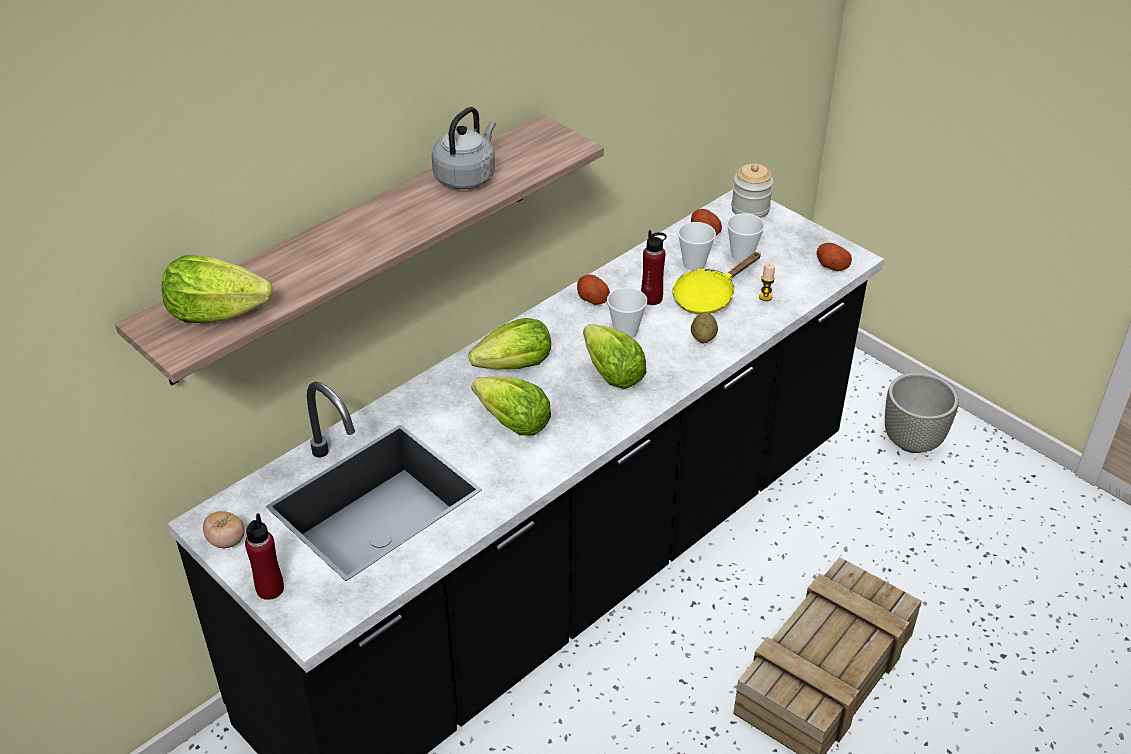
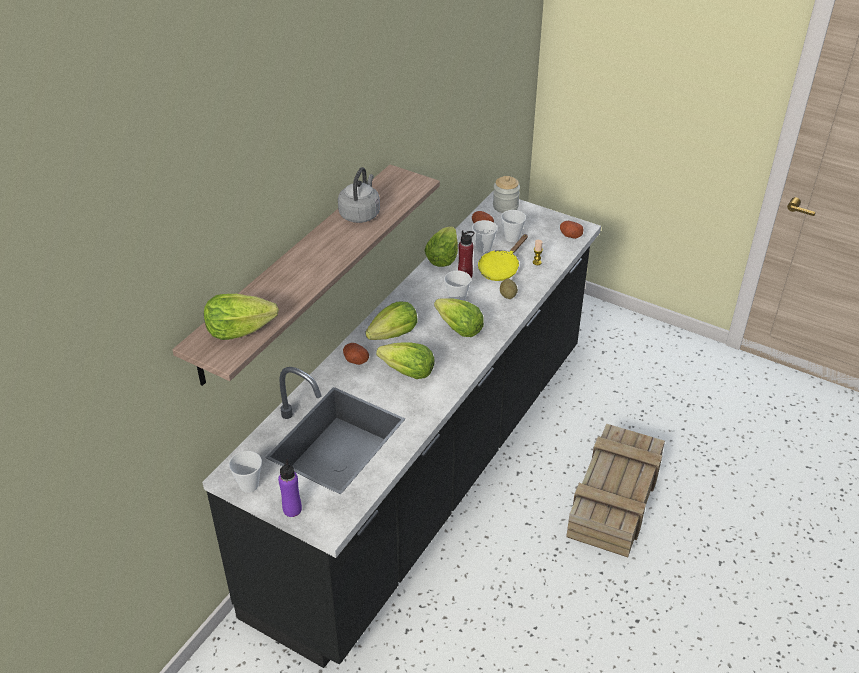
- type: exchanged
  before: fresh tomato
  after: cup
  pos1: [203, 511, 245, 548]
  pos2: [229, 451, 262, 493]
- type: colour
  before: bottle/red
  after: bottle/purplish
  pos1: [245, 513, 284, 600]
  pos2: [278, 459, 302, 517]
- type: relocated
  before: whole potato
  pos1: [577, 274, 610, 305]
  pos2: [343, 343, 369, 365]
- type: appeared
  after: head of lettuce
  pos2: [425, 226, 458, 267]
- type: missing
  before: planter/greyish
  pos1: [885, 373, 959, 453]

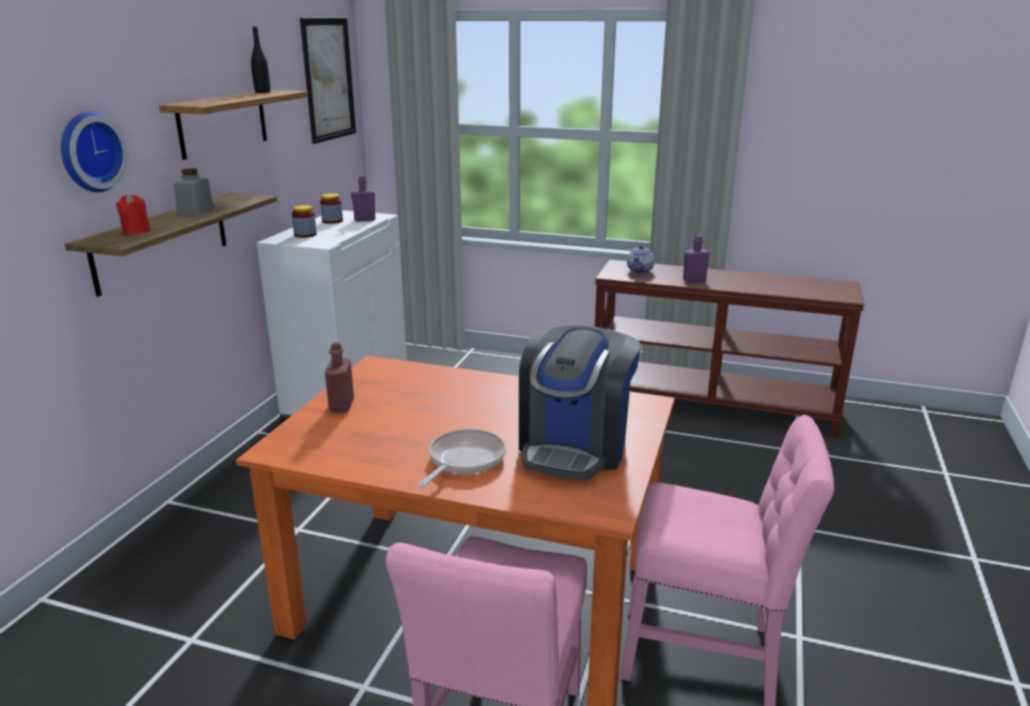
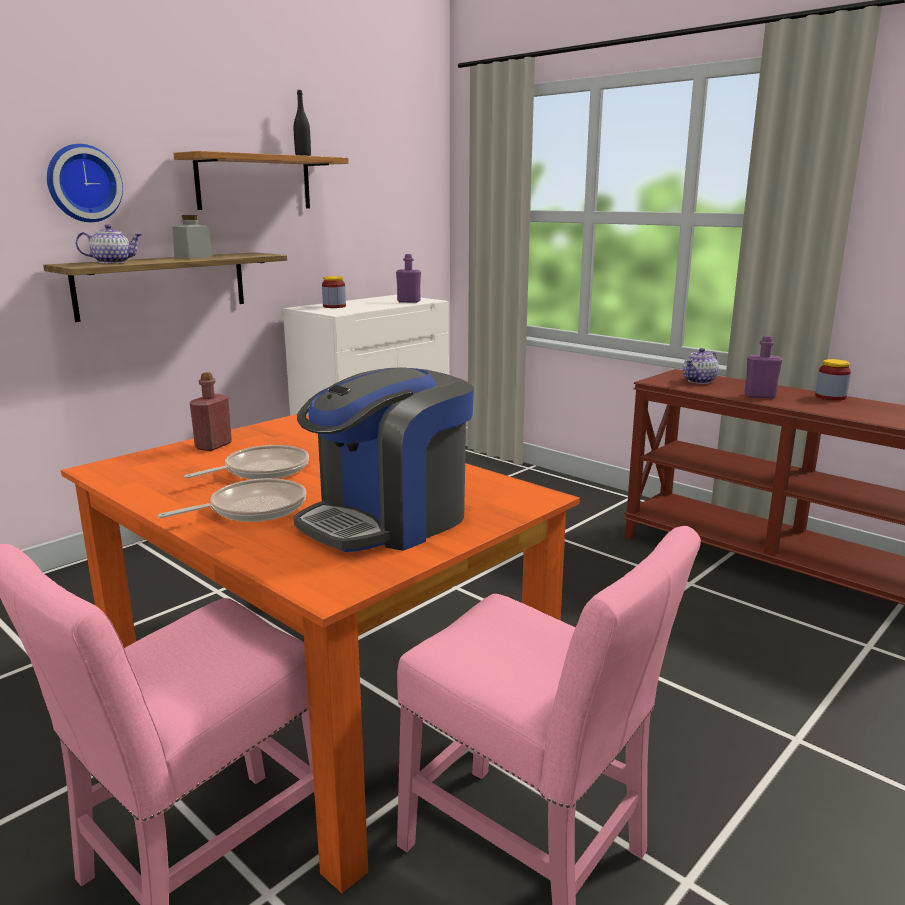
- type: exchanged
  before: wax light/red
  after: teapot
  pos1: [116, 194, 150, 235]
  pos2: [76, 224, 142, 264]
- type: appeared
  after: skillet
  pos2: [184, 445, 309, 479]
- type: relocated
  before: jar
  pos1: [320, 193, 343, 224]
  pos2: [816, 359, 851, 401]
- type: missing
  before: picture
  pos1: [300, 18, 356, 144]

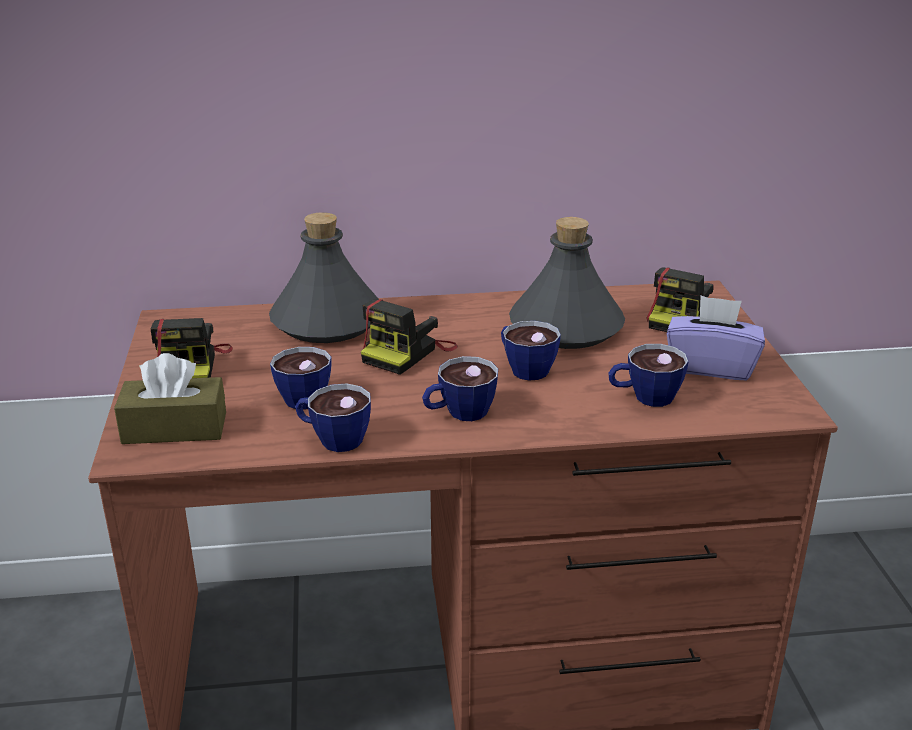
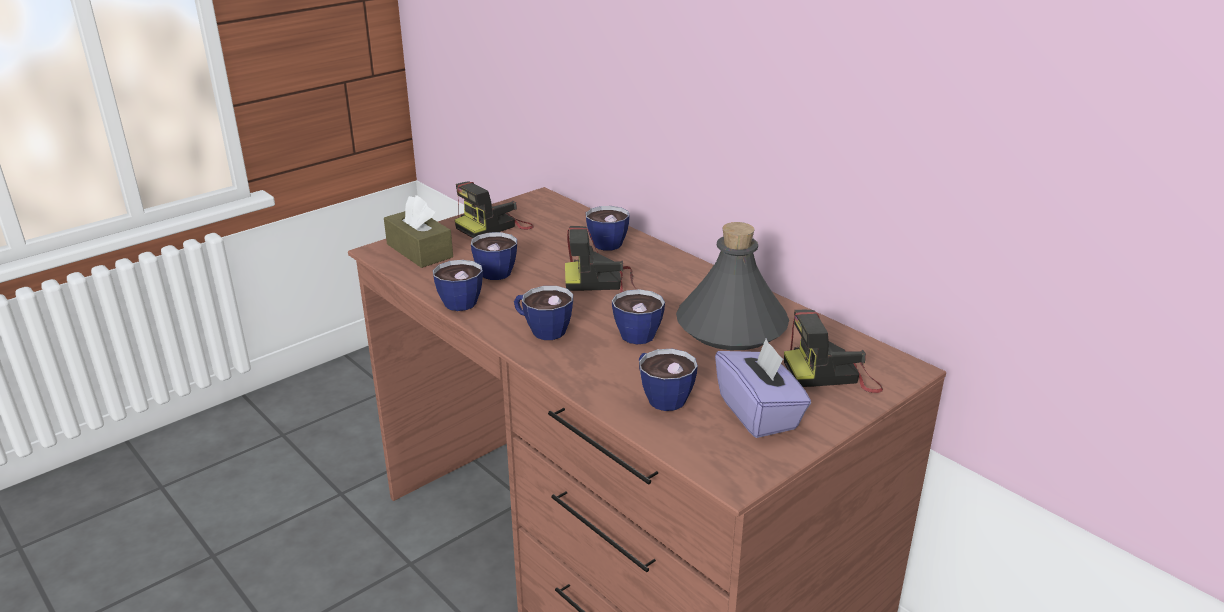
- type: exchanged
  before: bottle/greyish
  after: cup
  pos1: [269, 212, 378, 343]
  pos2: [586, 206, 630, 251]

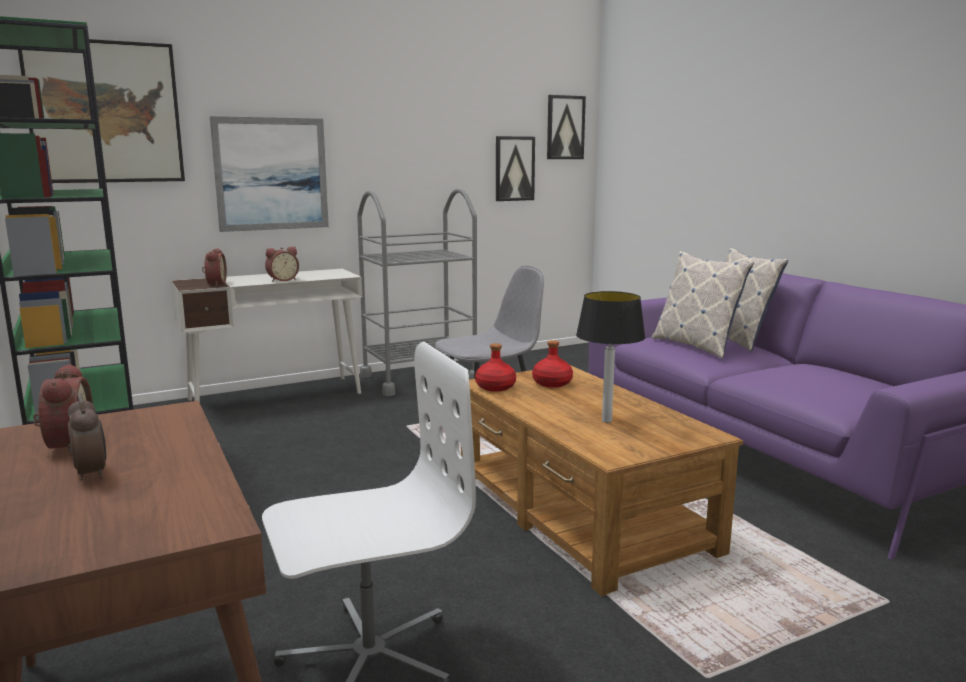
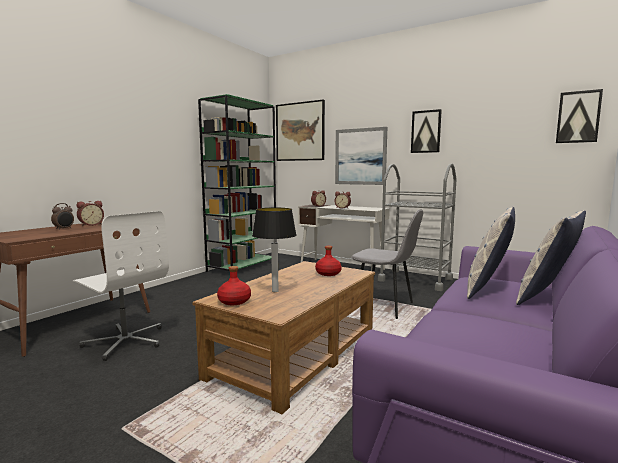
- type: relocated
  before: bottle/red
  pos1: [475, 343, 516, 392]
  pos2: [217, 266, 251, 305]
- type: relocated
  before: picture
  pos1: [496, 136, 535, 201]
  pos2: [411, 109, 442, 153]

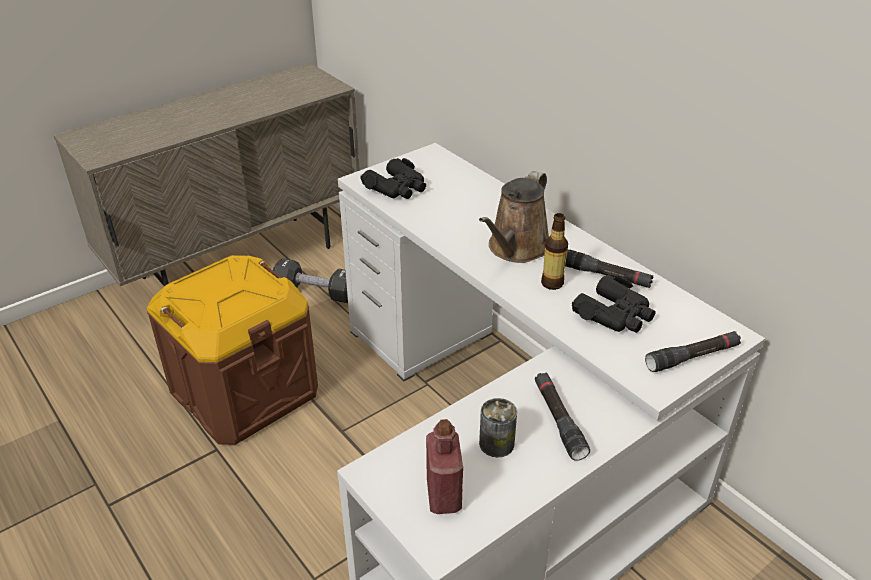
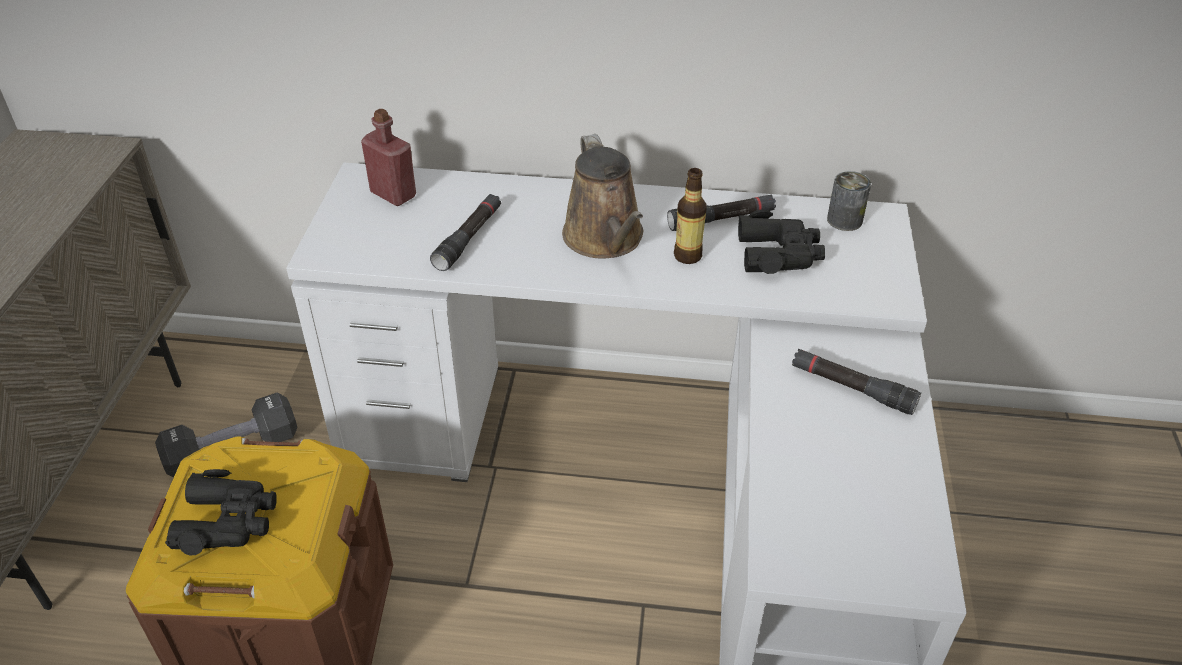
- type: relocated
  before: field glasses/black-coloured
  pos1: [360, 158, 426, 199]
  pos2: [165, 469, 277, 555]
- type: relocated
  before: bottle/red
  pos1: [426, 419, 463, 514]
  pos2: [361, 109, 416, 206]
- type: relocated
  before: hand torch/black-coloured
  pos1: [645, 331, 741, 372]
  pos2: [430, 194, 501, 271]
- type: relocated
  before: metal can
  pos1: [479, 398, 517, 457]
  pos2: [827, 171, 871, 231]

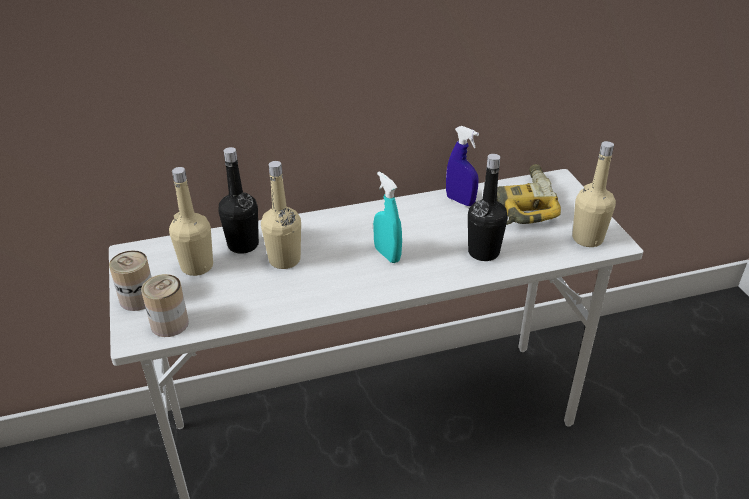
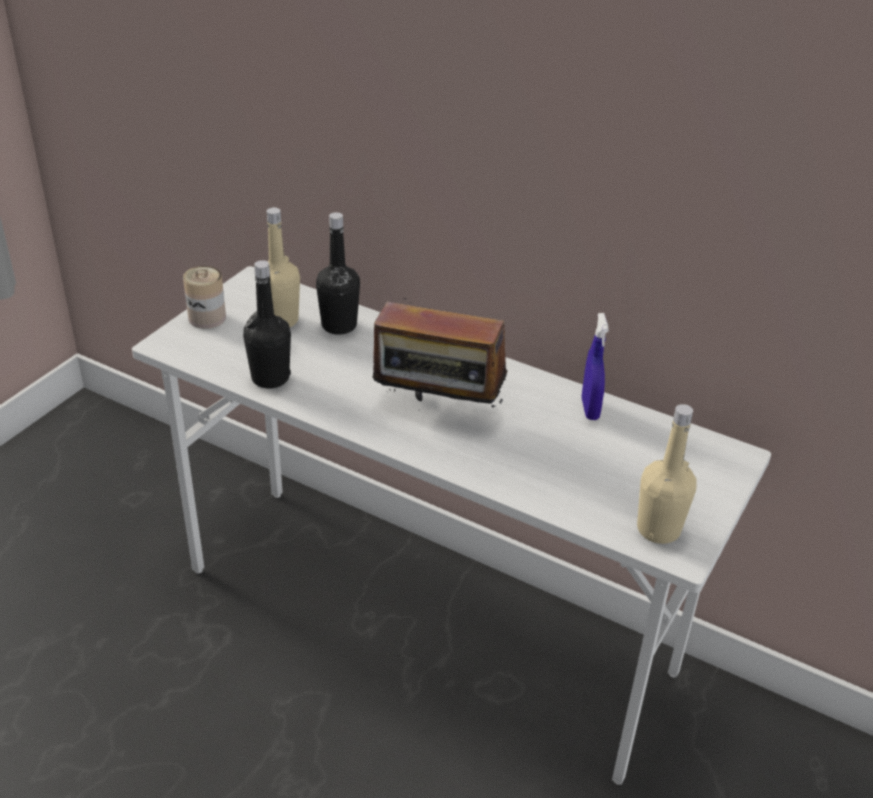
- type: relocated
  before: bottle/black-coloured
  pos1: [468, 154, 508, 261]
  pos2: [243, 260, 291, 388]
- type: exchanged
  before: hand sprayer/turquoise
  after: radio
  pos1: [373, 171, 402, 263]
  pos2: [362, 298, 508, 411]
- type: missing
  before: metal can
  pos1: [141, 274, 189, 337]
- type: missing
  before: bottle/beige
  pos1: [261, 161, 301, 269]
- type: missing
  before: electric drill
  pos1: [497, 164, 561, 225]

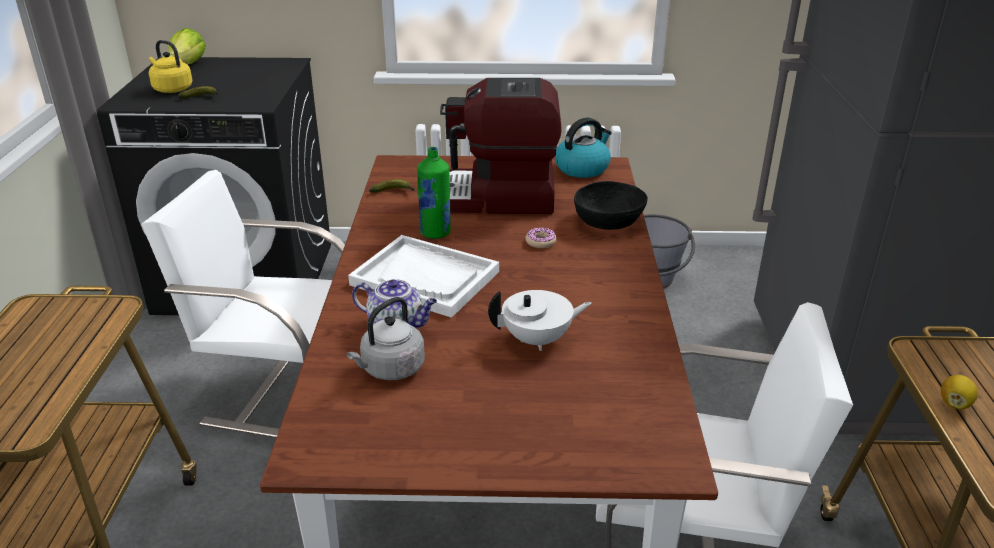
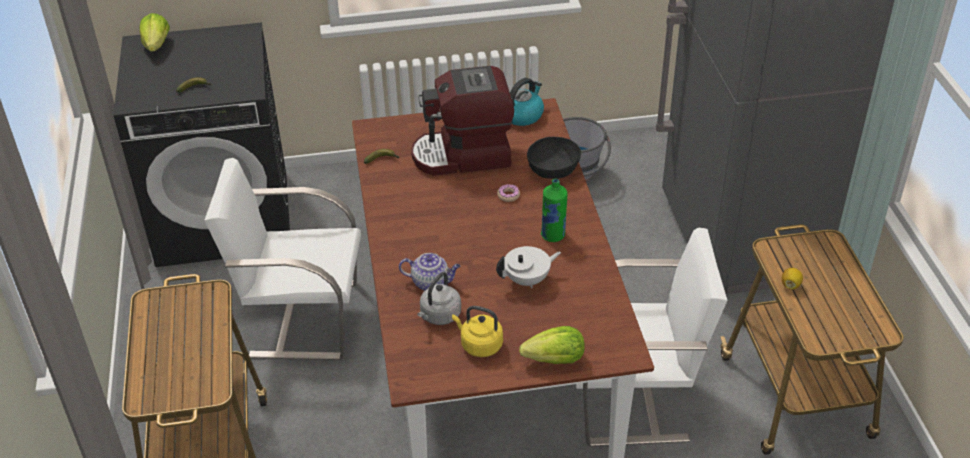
- type: relocated
  before: tea kettle/yellowish
  pos1: [149, 40, 193, 93]
  pos2: [452, 306, 503, 357]
- type: appeared
  after: head of lettuce
  pos2: [519, 326, 585, 364]
- type: relocated
  before: bottle/green
  pos1: [417, 147, 451, 239]
  pos2: [541, 178, 567, 242]
- type: missing
  before: carrying tray/whitish
  pos1: [348, 235, 499, 318]

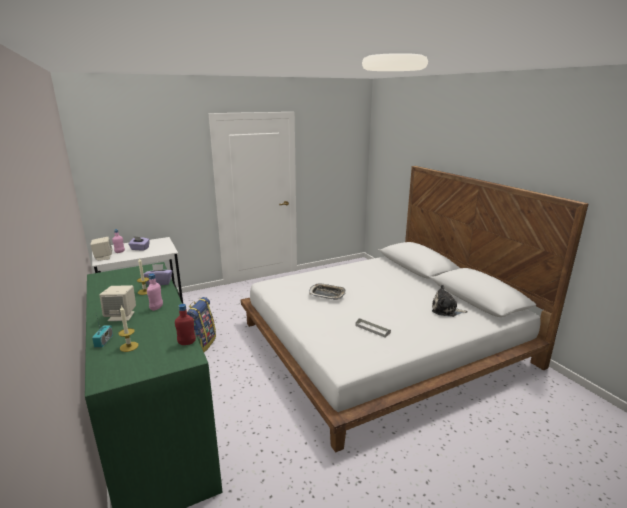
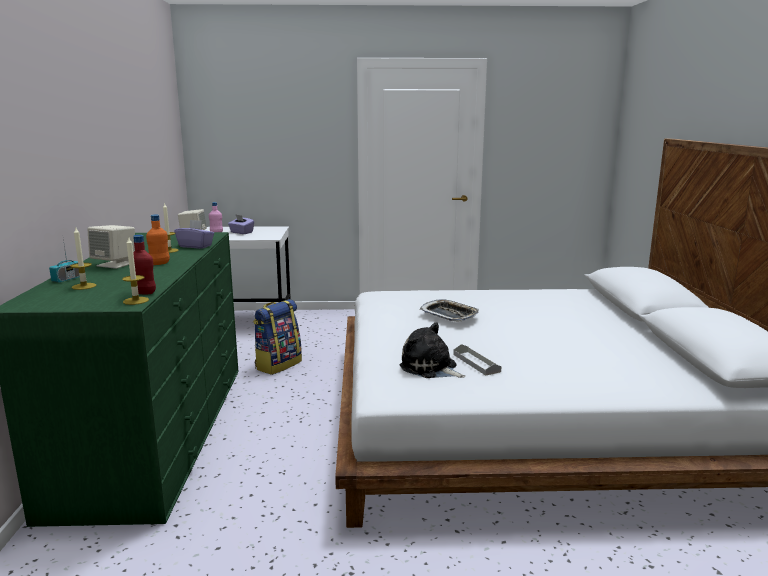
- type: appeared
  after: wax light
  pos2: [122, 236, 149, 305]
- type: colour
  before: bottle/pink
  after: bottle/orange
  pos1: [147, 273, 163, 311]
  pos2: [146, 214, 170, 265]
- type: relocated
  before: cuddly toy
  pos1: [432, 285, 468, 317]
  pos2: [400, 322, 466, 378]

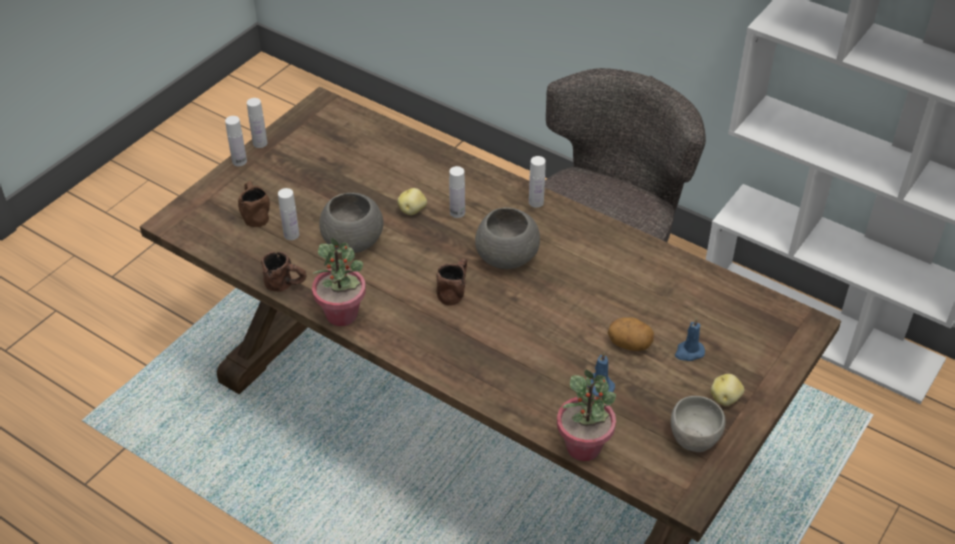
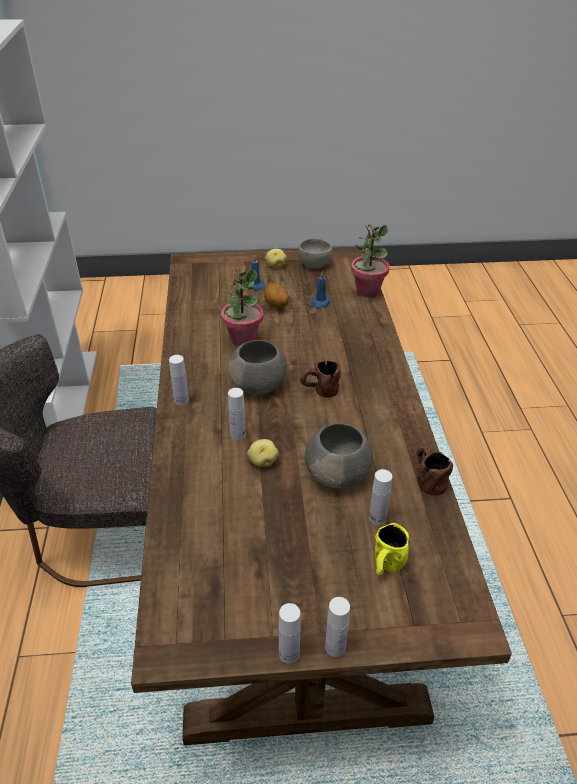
- type: relocated
  before: plant in a pot
  pos1: [312, 238, 366, 326]
  pos2: [221, 267, 263, 346]
- type: colour
  before: mug/brownish
  after: mug/yellowish
  pos1: [238, 181, 270, 227]
  pos2: [375, 523, 409, 575]

